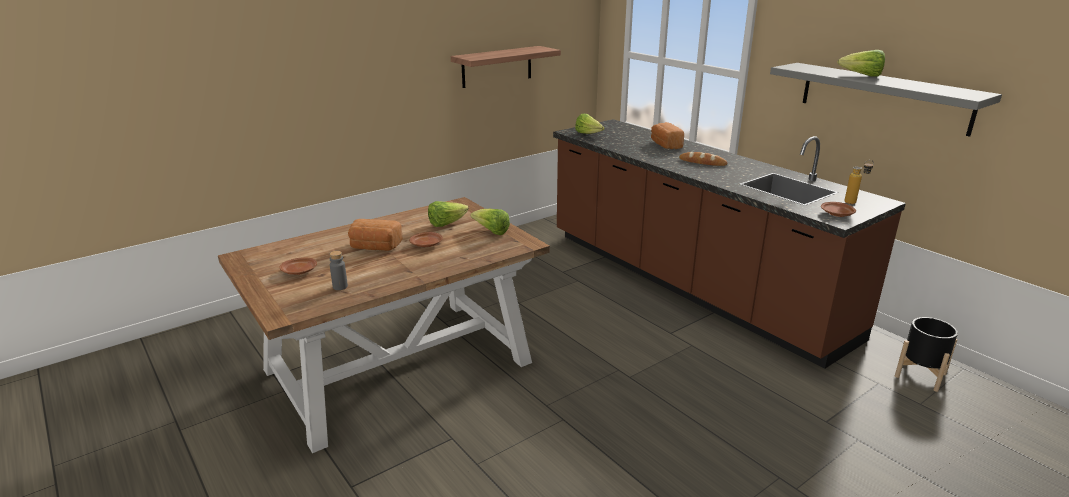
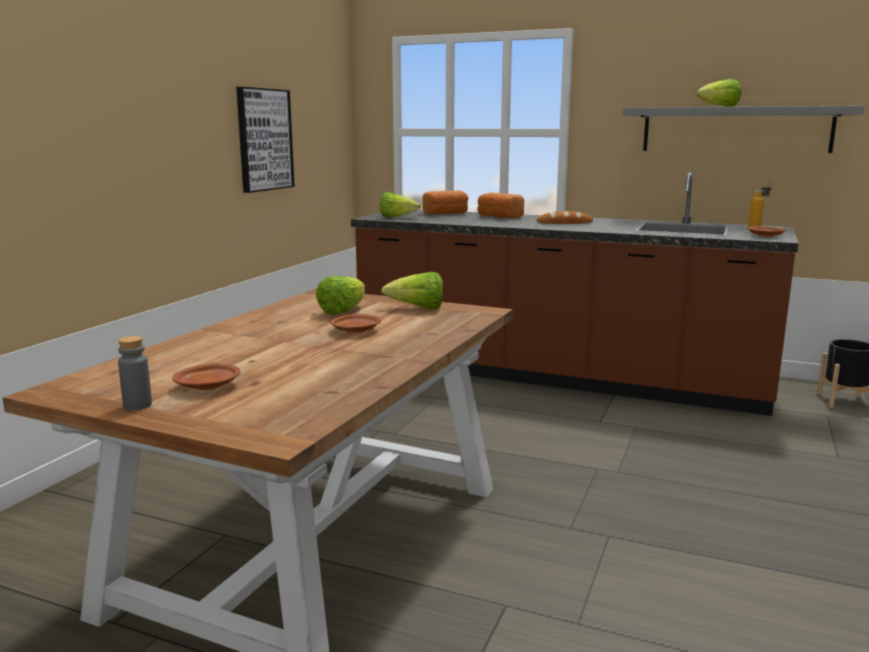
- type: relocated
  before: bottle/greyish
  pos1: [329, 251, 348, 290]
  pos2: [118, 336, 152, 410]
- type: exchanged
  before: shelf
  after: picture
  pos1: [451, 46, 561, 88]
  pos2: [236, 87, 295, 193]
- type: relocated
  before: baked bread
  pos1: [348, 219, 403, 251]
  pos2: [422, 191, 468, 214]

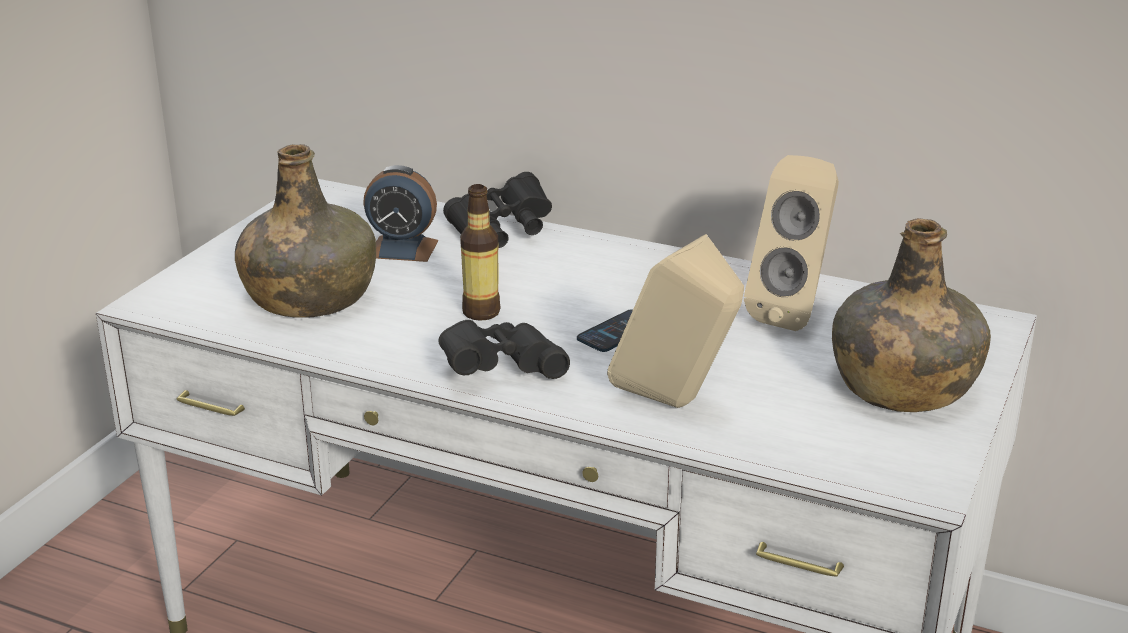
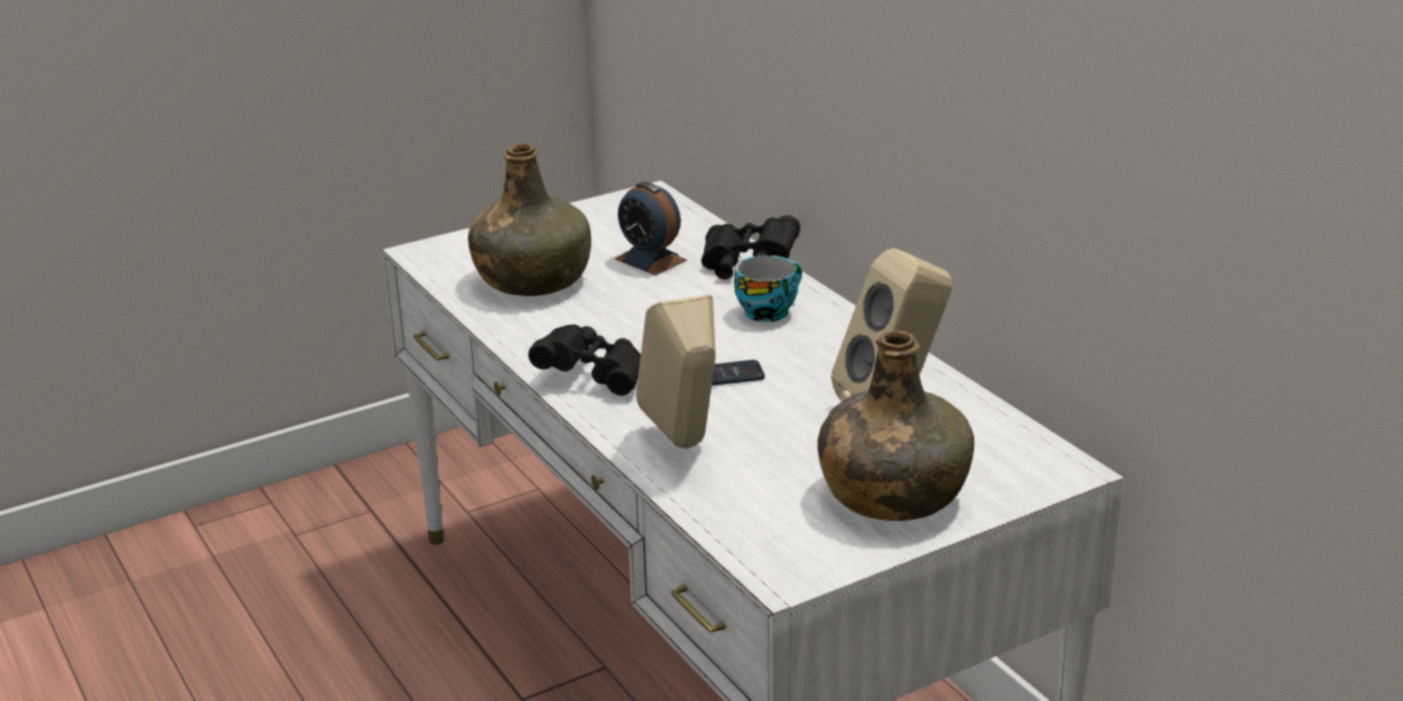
- type: appeared
  after: cup
  pos2: [734, 255, 802, 322]
- type: missing
  before: bottle
  pos1: [460, 184, 501, 321]

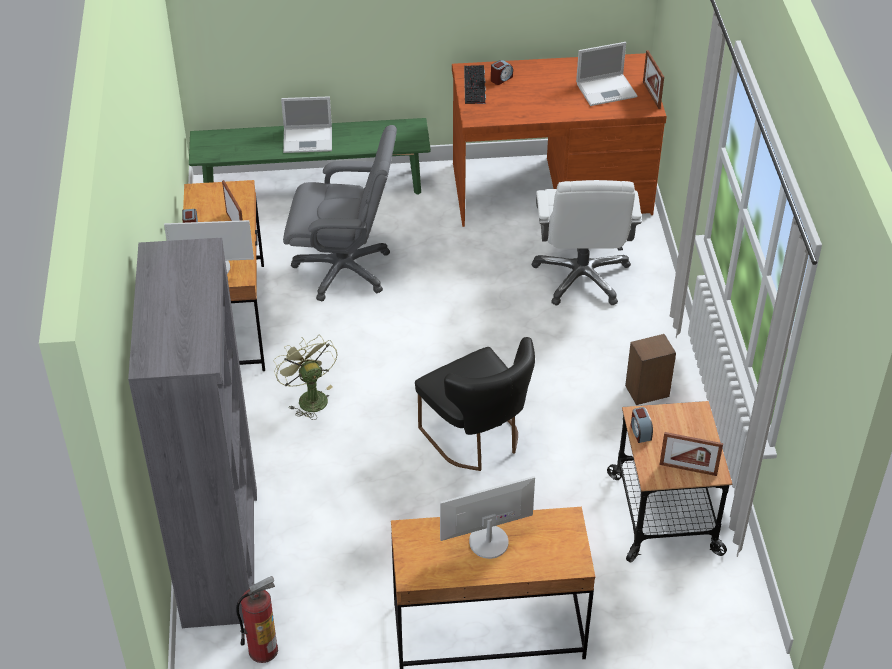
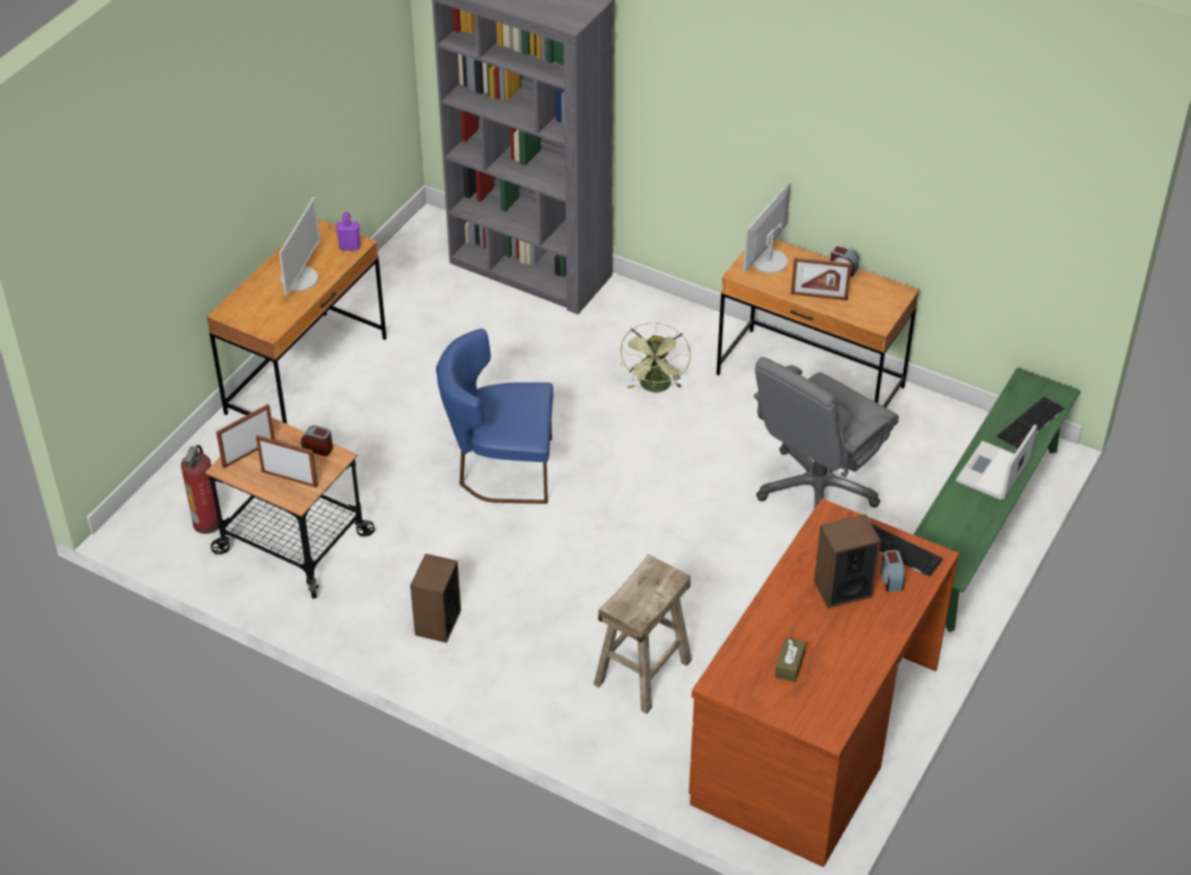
- type: relocated
  before: fire-fighting cylinder
  pos1: [236, 576, 278, 663]
  pos2: [181, 445, 219, 534]
- type: relocated
  before: picture frame
  pos1: [643, 50, 664, 109]
  pos2: [256, 435, 318, 488]
- type: appeared
  after: bottle/purplish
  pos2: [336, 212, 360, 250]
- type: colour
  before: plain chair/black-coloured
  after: plain chair/bluish
  pos1: [415, 337, 535, 471]
  pos2: [436, 329, 553, 504]
- type: exchanged
  before: computer chair/whitish
  after: sitting stool/beige
  pos1: [531, 180, 641, 305]
  pos2: [593, 554, 692, 714]
- type: spun
  before: cooling fan/green
  pos1: [273, 336, 338, 420]
  pos2: [620, 322, 691, 392]
  turn: 90
- type: exchanged
  before: laptop
  after: tissue box/brownish
  pos1: [576, 42, 637, 106]
  pos2: [775, 638, 806, 682]
- type: appeared
  after: audio speaker
  pos2: [814, 514, 881, 608]
- type: appeared
  after: keyboard
  pos2: [997, 396, 1064, 449]

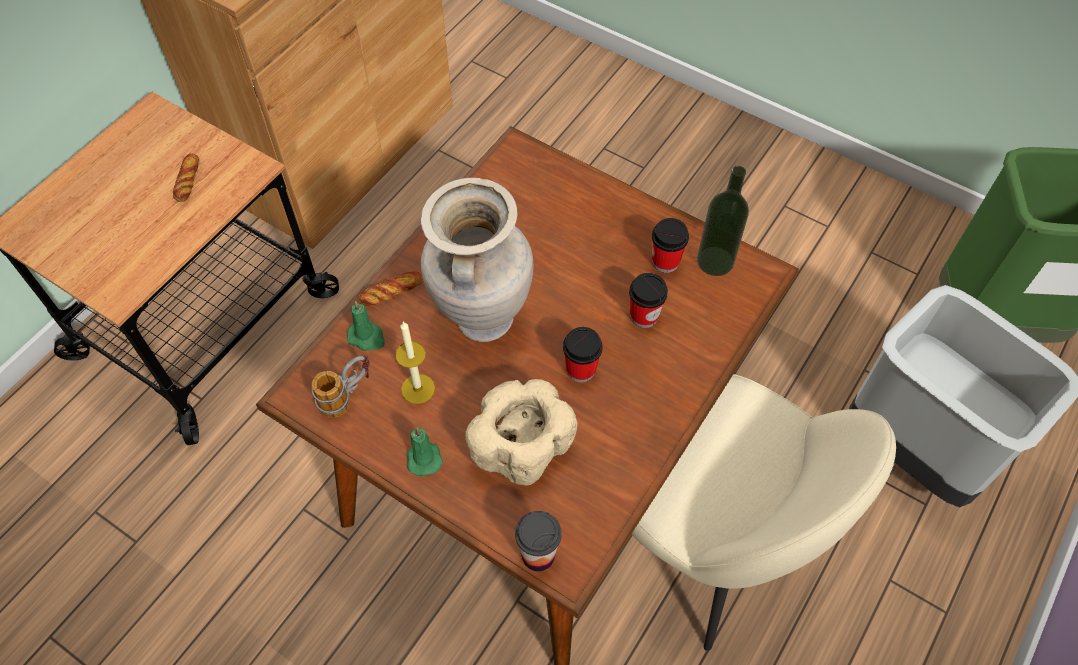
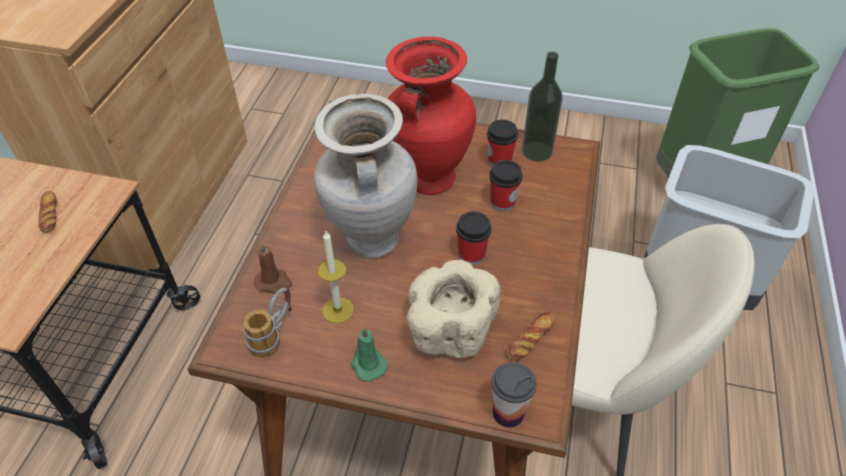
- type: colour
  before: wax light/green
  after: wax light/brownish
  pos1: [347, 301, 385, 351]
  pos2: [254, 242, 292, 294]
- type: appeared
  after: decorative vase/red
  pos2: [386, 37, 476, 195]
- type: relocated
  before: baked bread
  pos1: [358, 271, 423, 306]
  pos2: [506, 312, 556, 362]

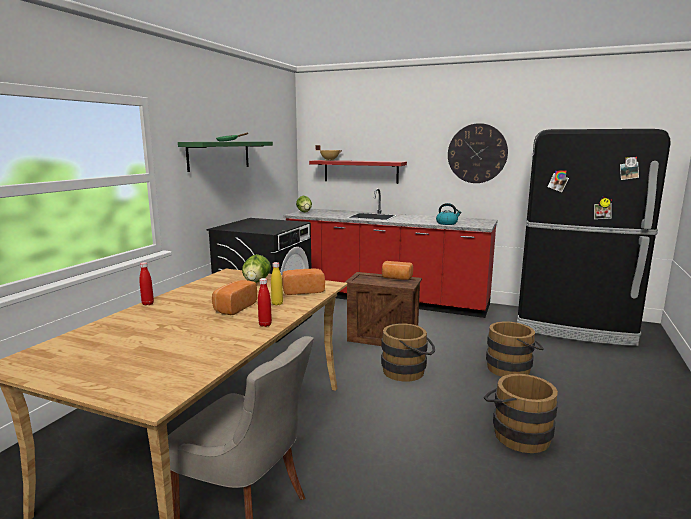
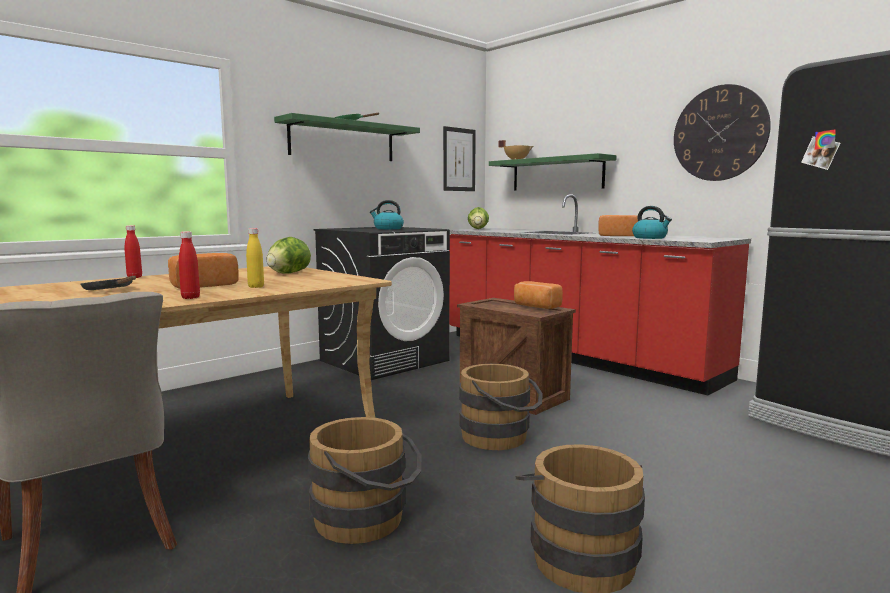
- type: appeared
  after: skillet/black-coloured
  pos2: [81, 276, 136, 290]
- type: relocated
  before: water bucket/brownish
  pos1: [486, 321, 544, 377]
  pos2: [308, 417, 421, 544]
- type: appeared
  after: tea kettle
  pos2: [370, 200, 404, 229]
- type: appeared
  after: picture
  pos2: [443, 126, 476, 191]
- type: colour
  before: shelf/red
  after: shelf/green
  pos1: [309, 160, 407, 184]
  pos2: [489, 153, 617, 190]
- type: relocated
  before: baked bread
  pos1: [282, 269, 325, 295]
  pos2: [598, 215, 638, 236]

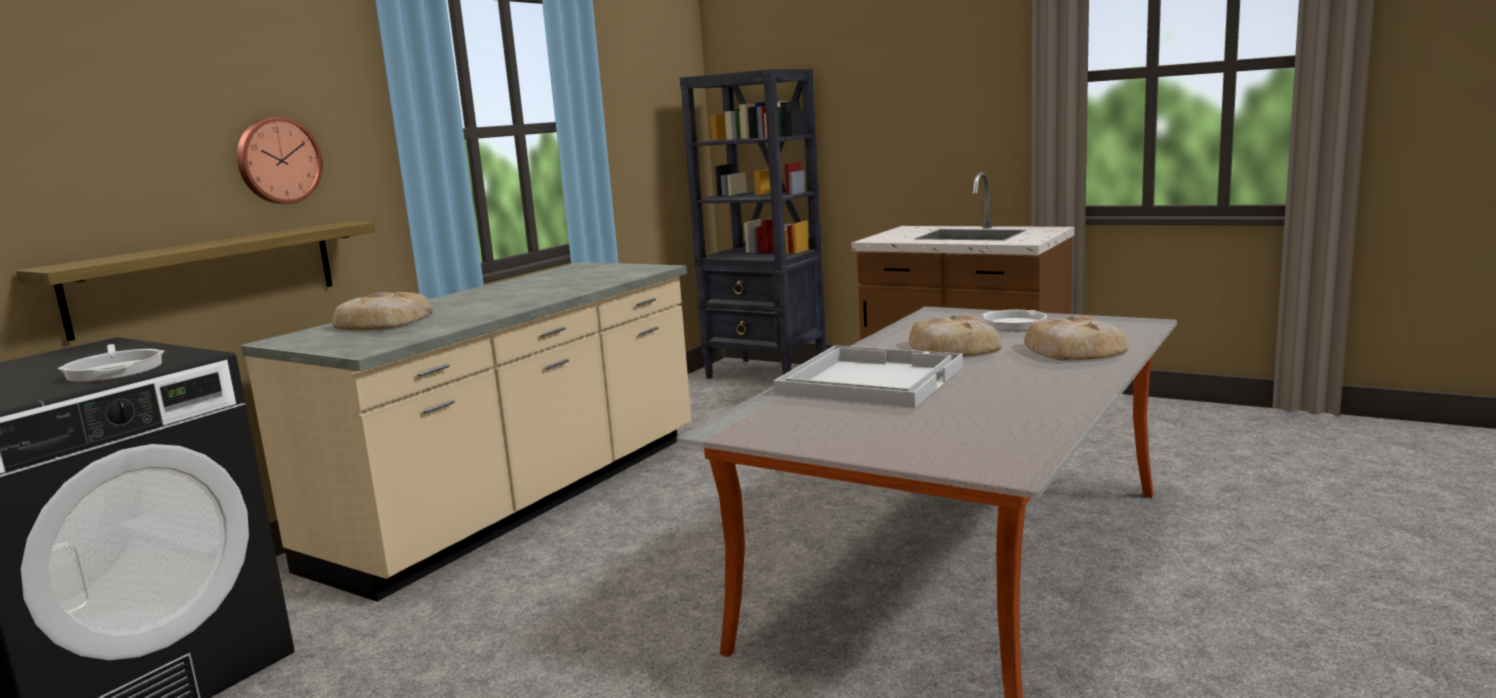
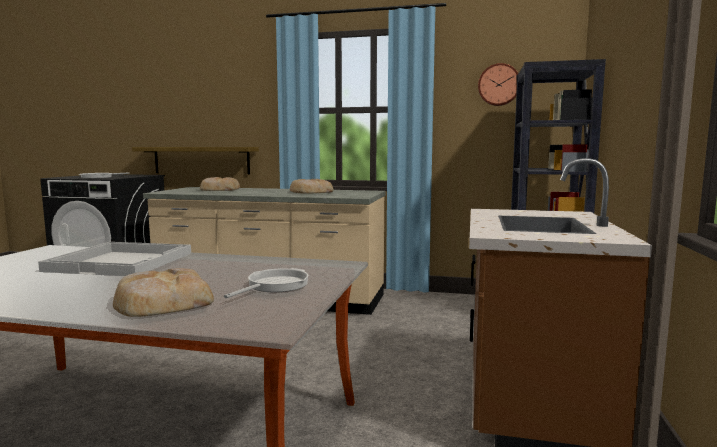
- type: relocated
  before: baked bread
  pos1: [909, 314, 1002, 357]
  pos2: [290, 179, 334, 194]
- type: relocated
  before: hanging clock
  pos1: [237, 117, 323, 204]
  pos2: [478, 63, 518, 106]

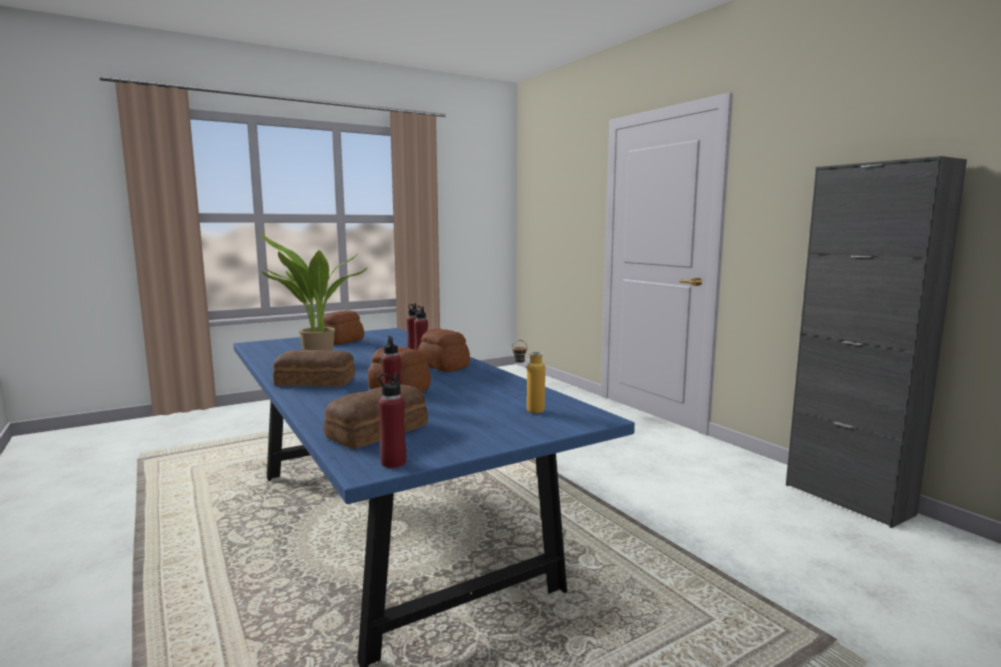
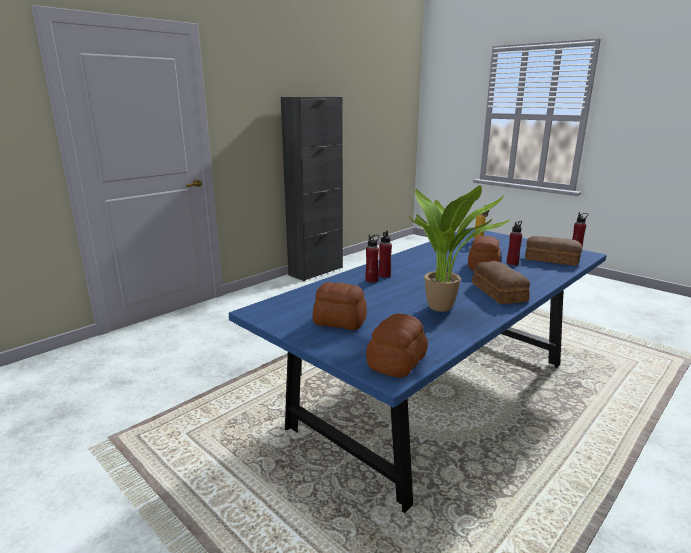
- type: relocated
  before: baked bread
  pos1: [418, 329, 470, 372]
  pos2: [366, 314, 428, 378]

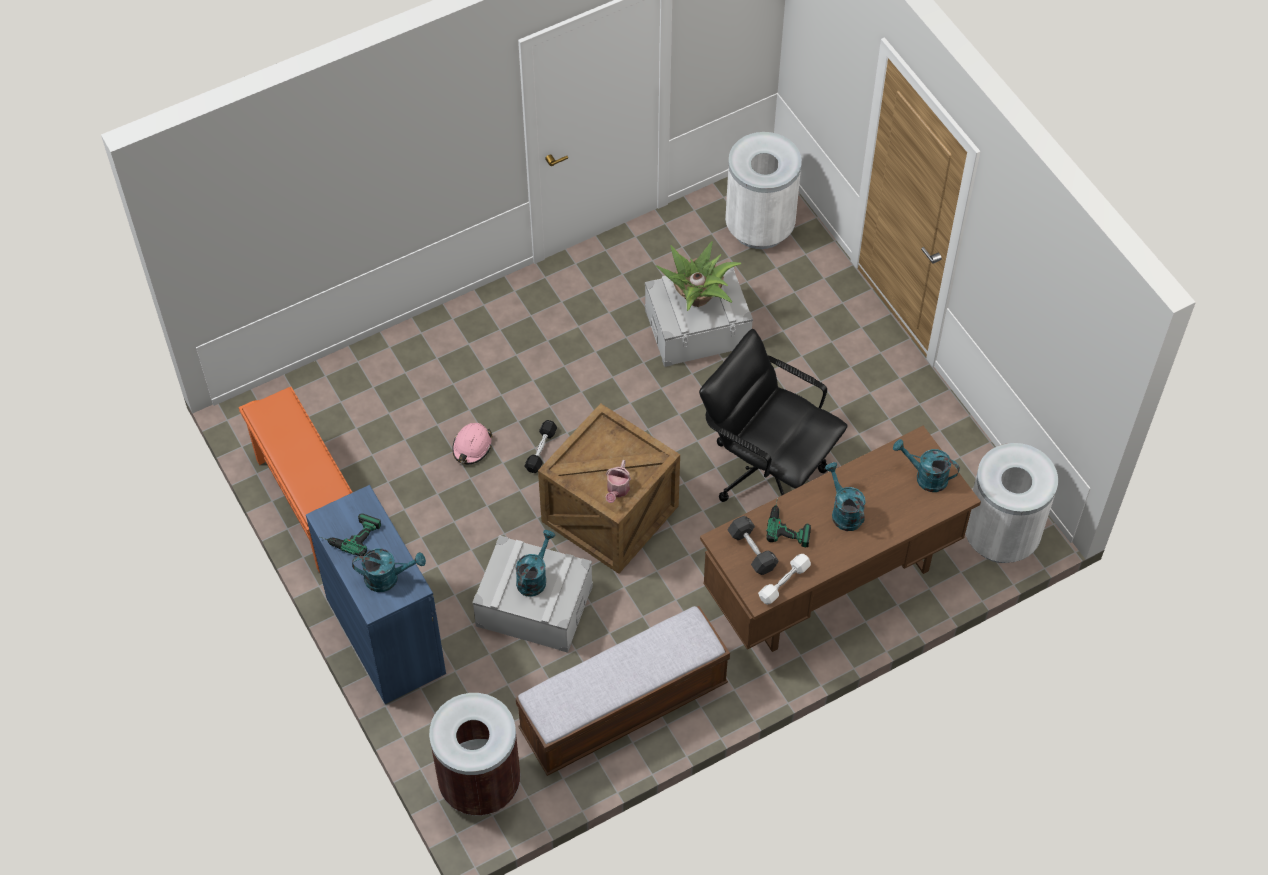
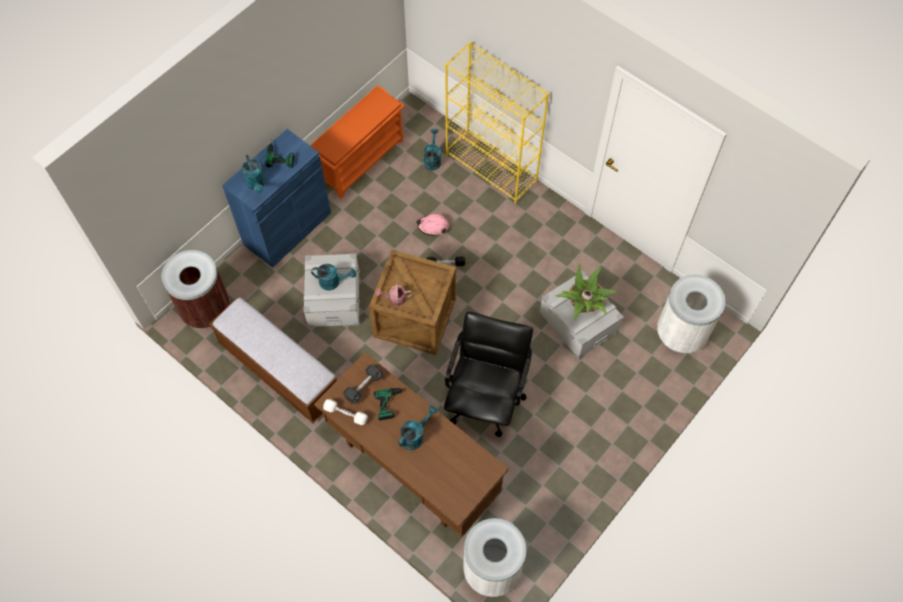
- type: relocated
  before: watering pot/turquoise
  pos1: [893, 439, 960, 492]
  pos2: [424, 129, 441, 171]
- type: appeared
  after: bookshelf/yellowish
  pos2: [445, 42, 549, 204]

